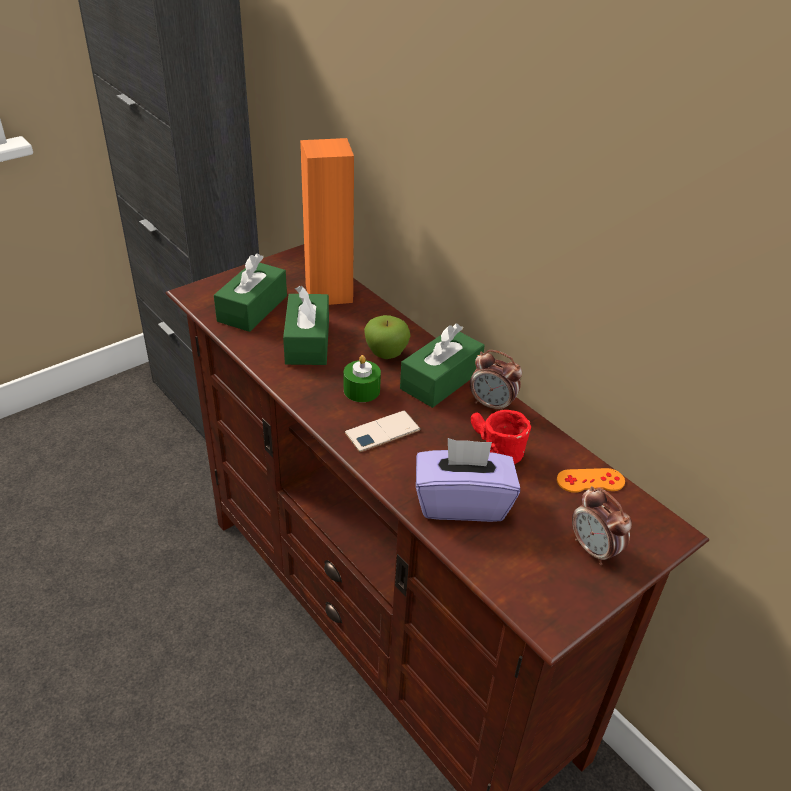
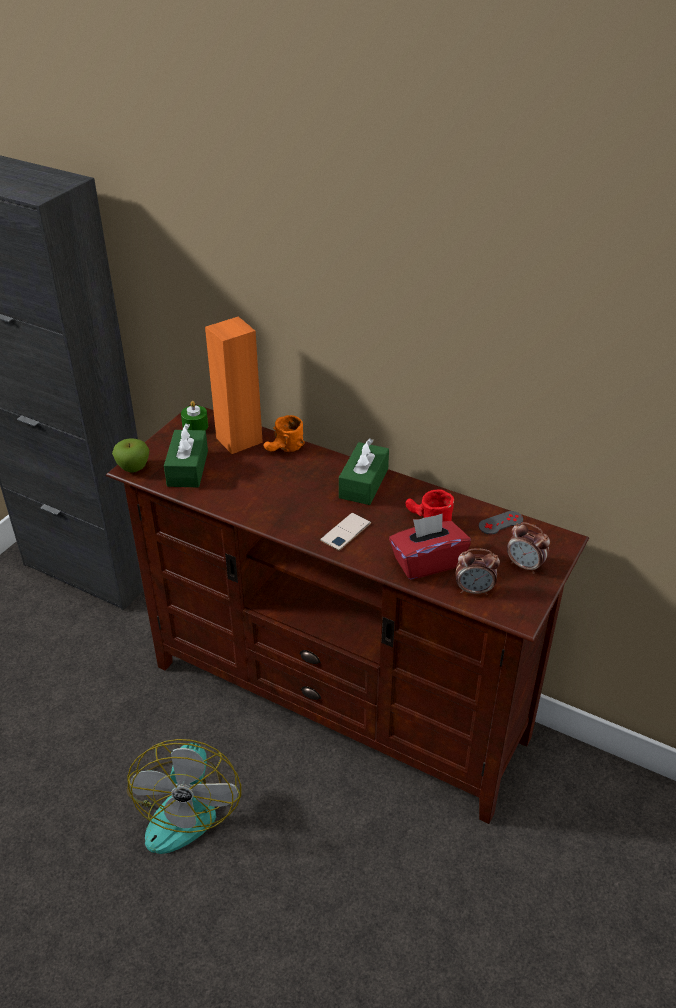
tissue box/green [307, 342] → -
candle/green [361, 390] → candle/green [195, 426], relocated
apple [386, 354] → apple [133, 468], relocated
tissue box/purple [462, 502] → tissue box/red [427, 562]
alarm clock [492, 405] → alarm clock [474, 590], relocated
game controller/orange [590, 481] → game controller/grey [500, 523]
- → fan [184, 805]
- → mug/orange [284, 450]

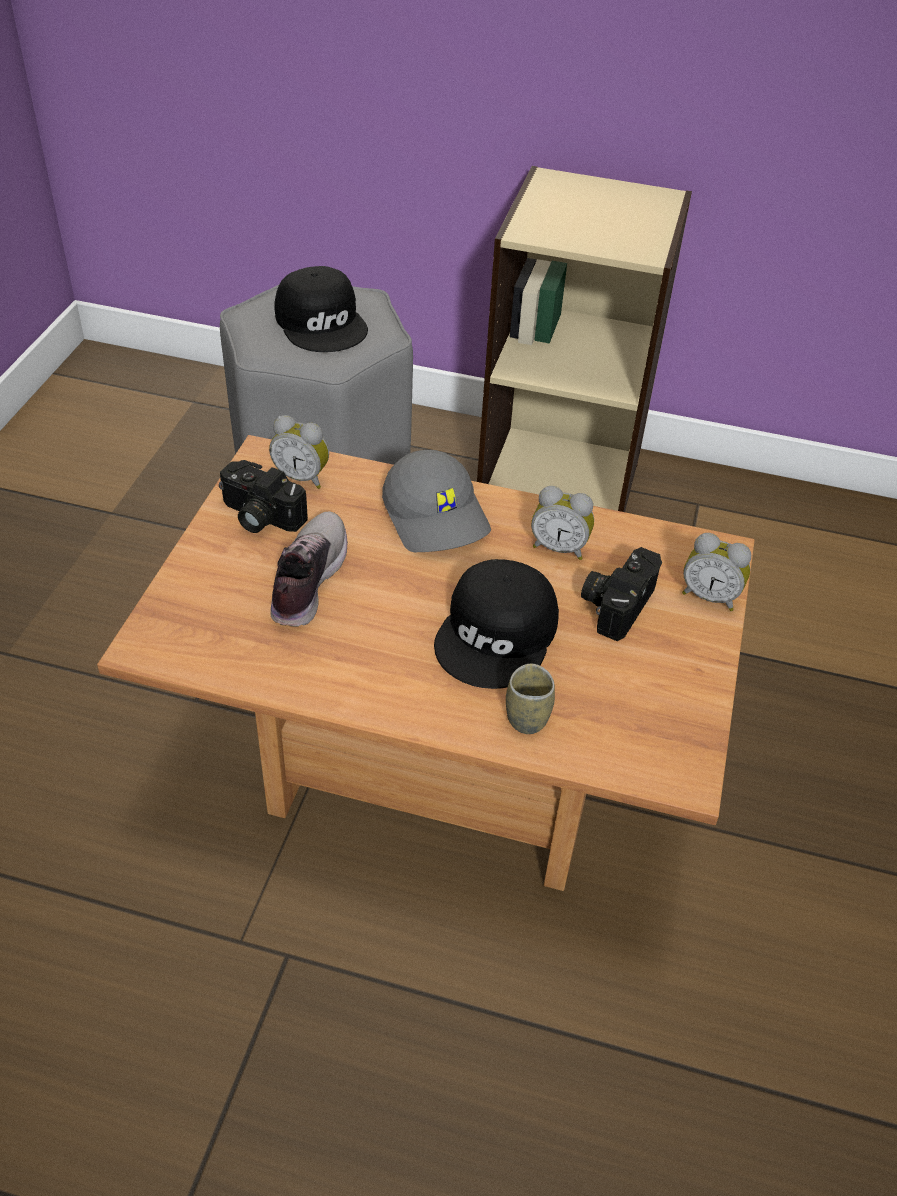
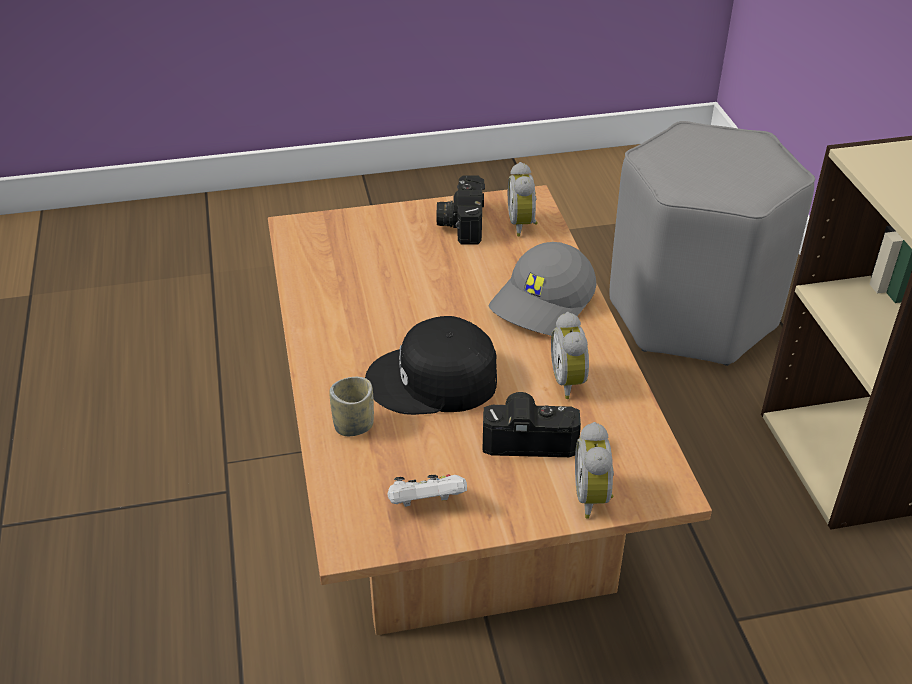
shoe [306, 580] → -
cap/black [322, 322] → -
- → game controller/white [426, 504]

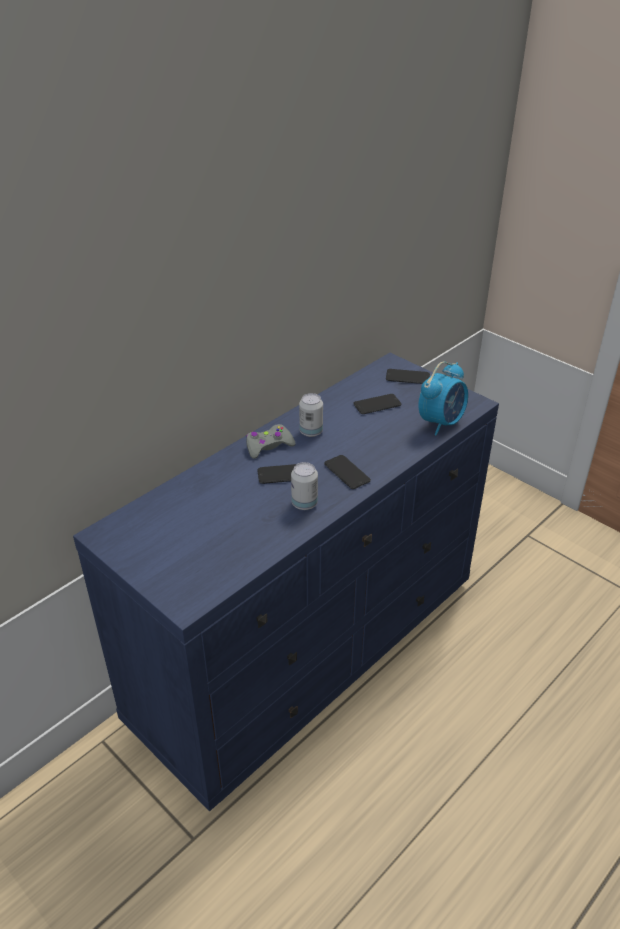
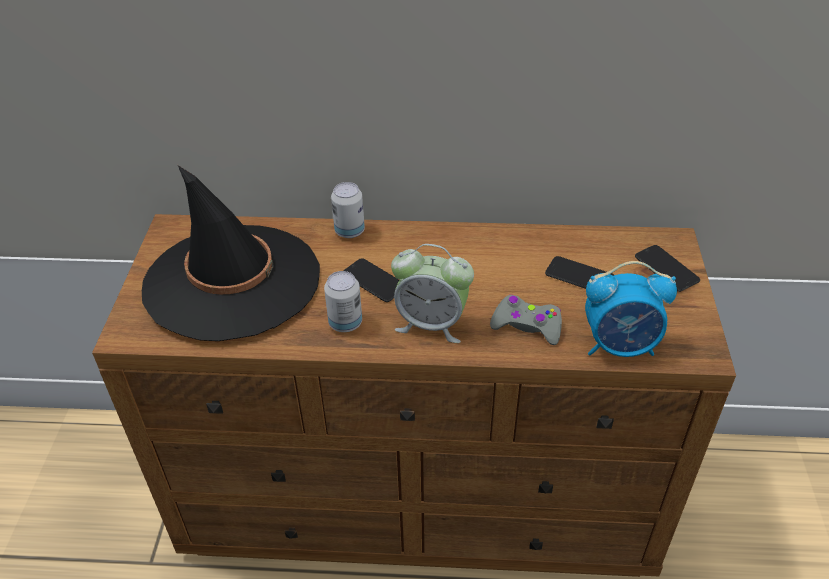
dresser/blue [310, 647] → dresser/brown [422, 498]
game controller/grey [268, 446] → game controller/grey [527, 325], relocated
can [311, 432] → can [349, 231], relocated
phone [347, 472] → alarm clock [431, 323]
- → hat/black [232, 281]

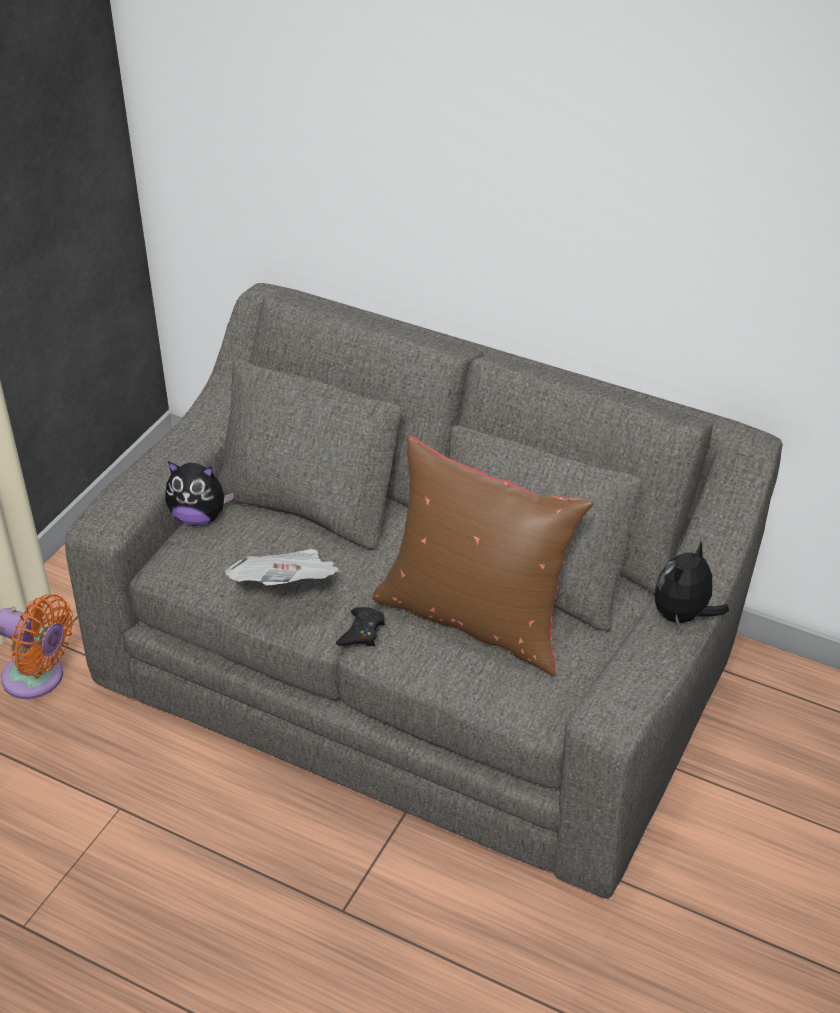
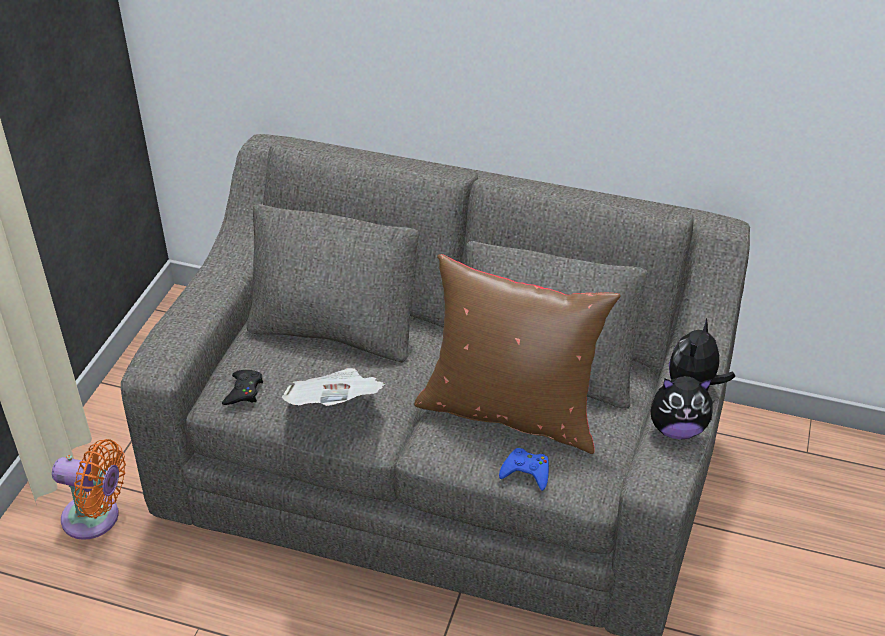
plush toy [199, 517] → plush toy [677, 429], relocated
game controller/black [362, 632] → game controller/black [244, 391], relocated
- → game controller/blue [526, 472]

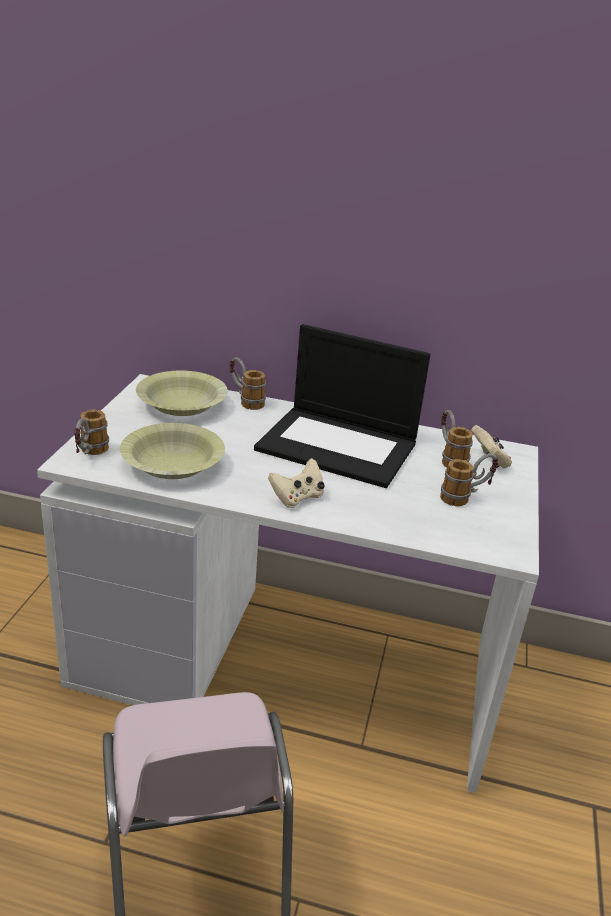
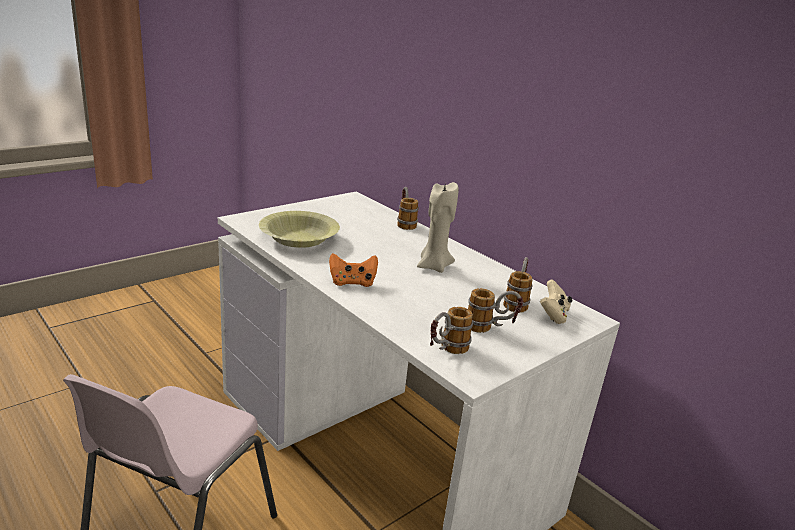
mug [89, 454] → mug [446, 351], relocated
bowl/yellow [182, 405] → -
laptop [339, 446] → candle/beige [433, 266]
game controller/beige [297, 498] → game controller/orange [352, 282]

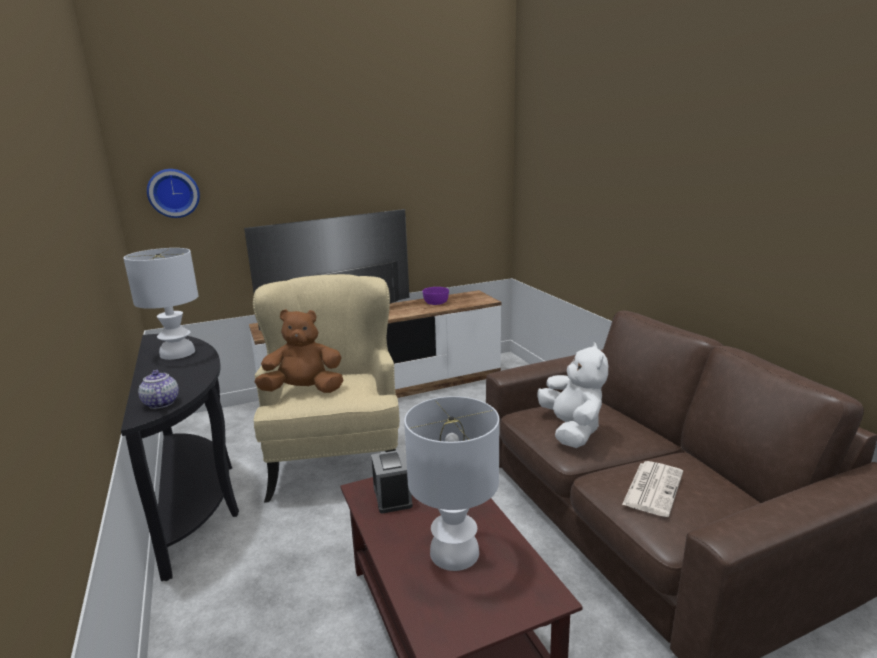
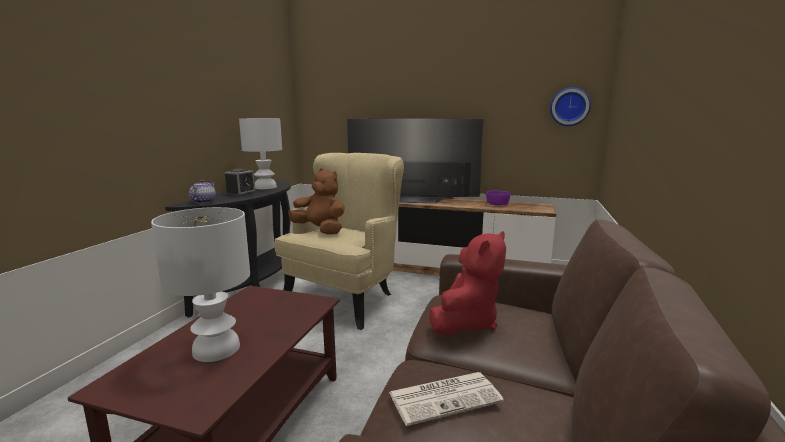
wall clock [173, 193] → wall clock [569, 107], relocated
alarm clock [392, 496] → alarm clock [241, 193], relocated
plush toy/white [571, 430] → plush toy/red [466, 322]

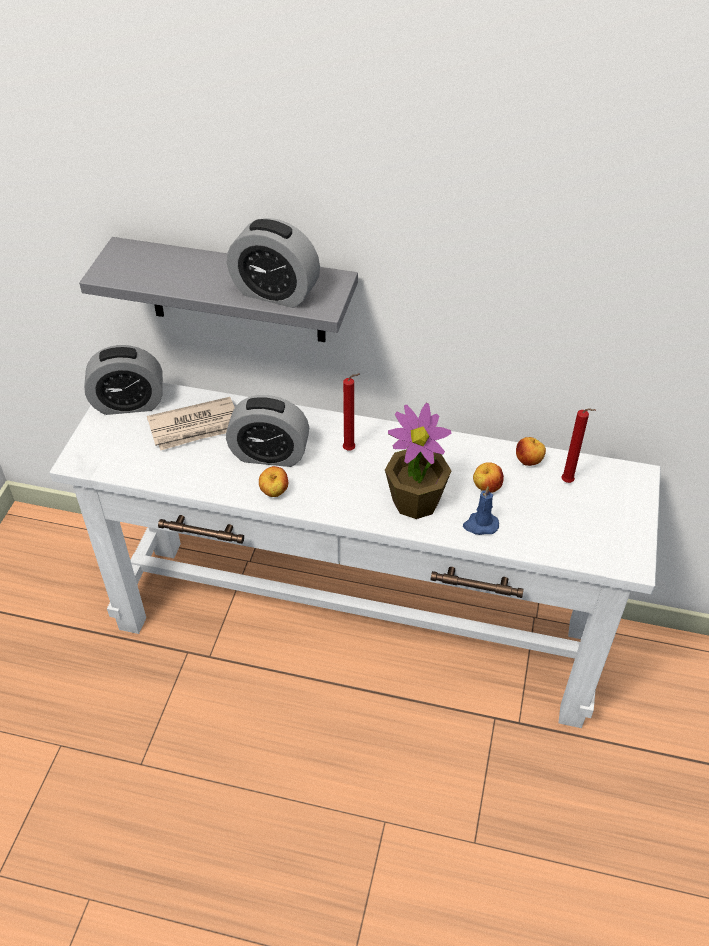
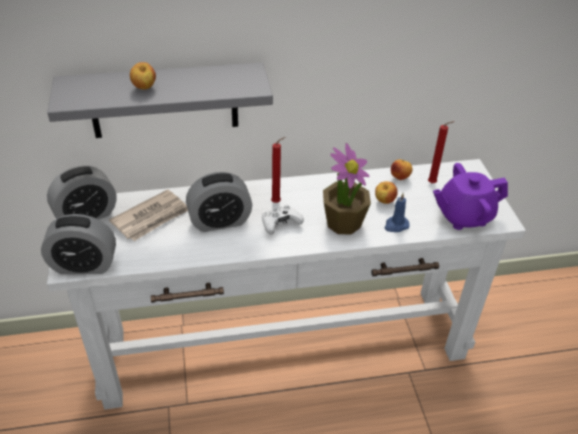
alarm clock [275, 293] → alarm clock [84, 265], relocated
apple [274, 493] → apple [144, 88], relocated
- → game controller/white [280, 224]
- → teapot/purple [463, 216]

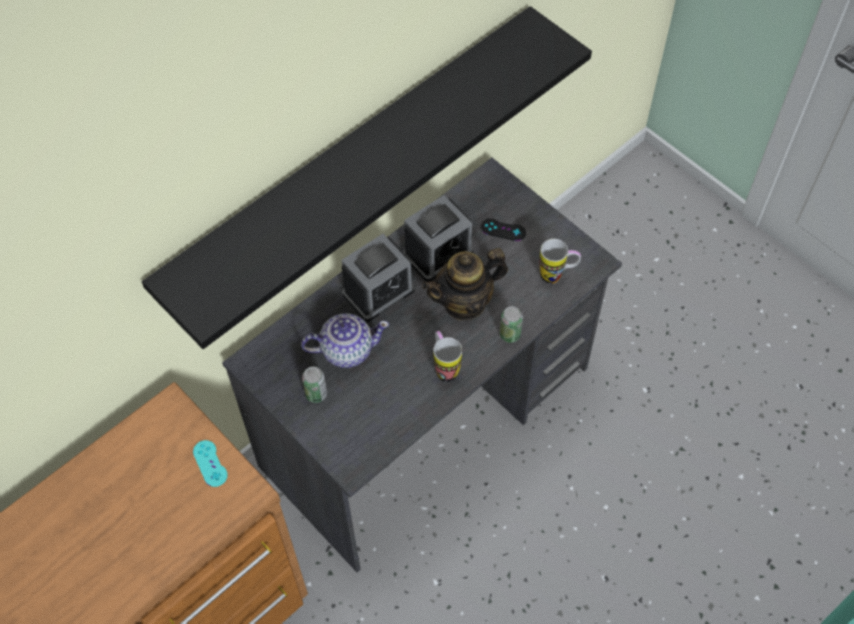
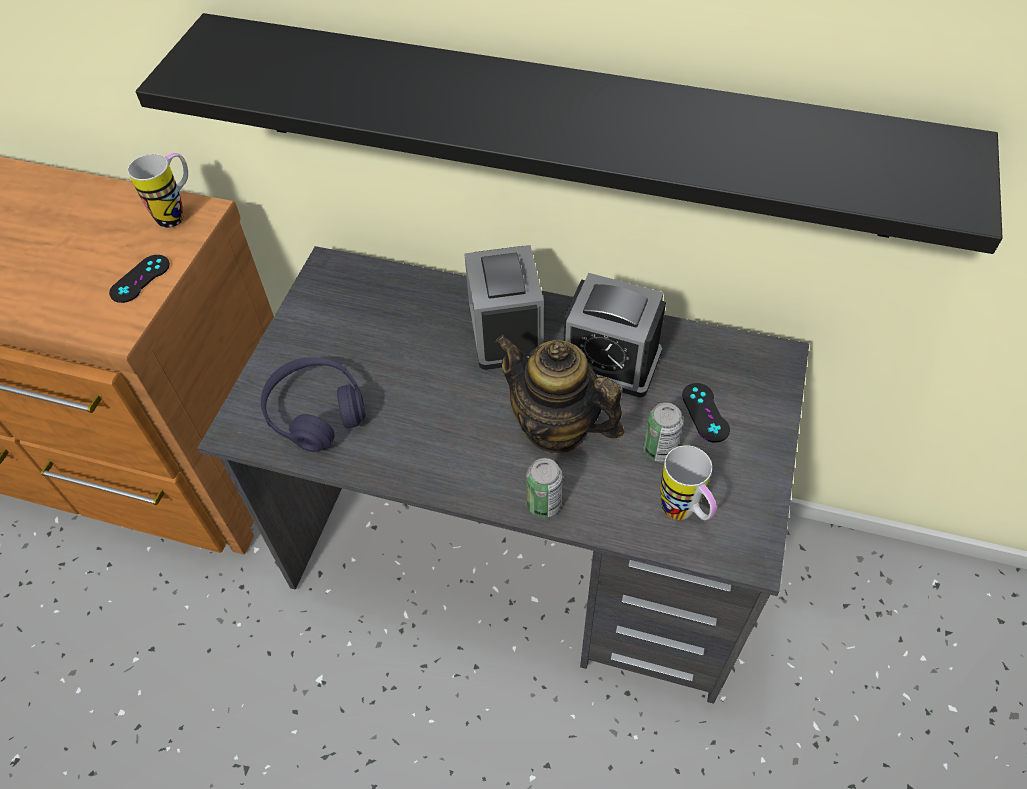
game controller/turquoise [210, 463] → game controller/black [140, 279]
teapot [346, 350] → -
can [316, 394] → can [659, 450], relocated
alarm clock [378, 292] → alarm clock [505, 331], 60 degrees clockwise
mug [444, 367] → mug [178, 213], relocated
- → headphones/purple [316, 412]

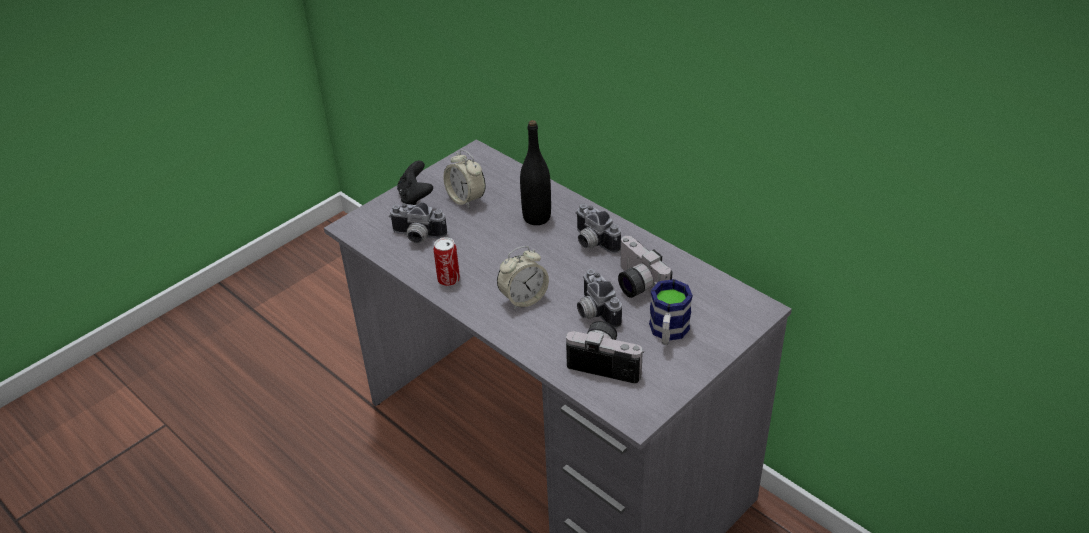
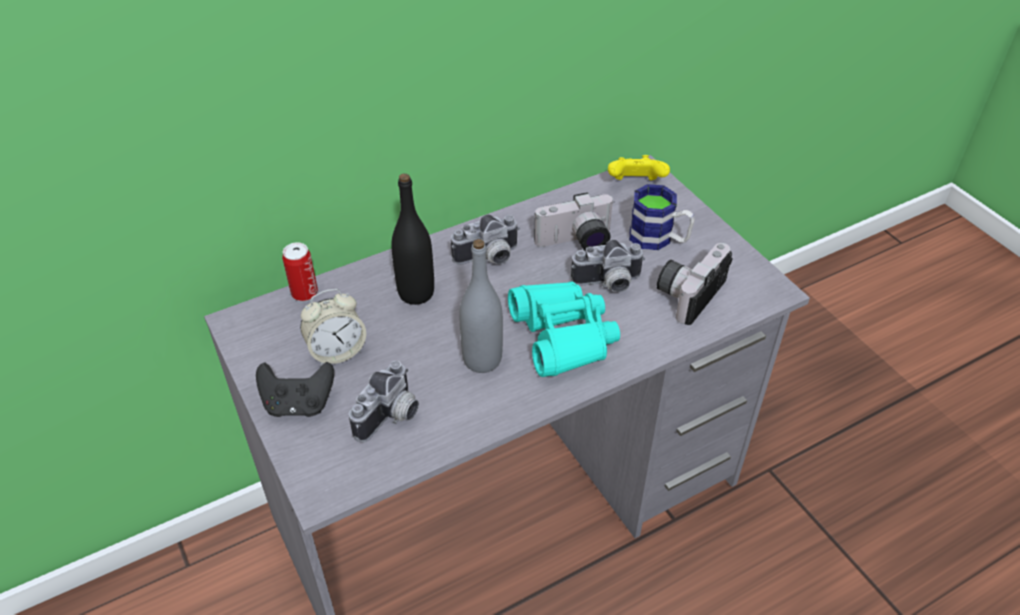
can [448, 280] → can [304, 293], relocated
alarm clock [523, 299] → binoculars/turquoise [563, 336]
- → bottle/grey [482, 359]
- → game controller/yellow [635, 184]

